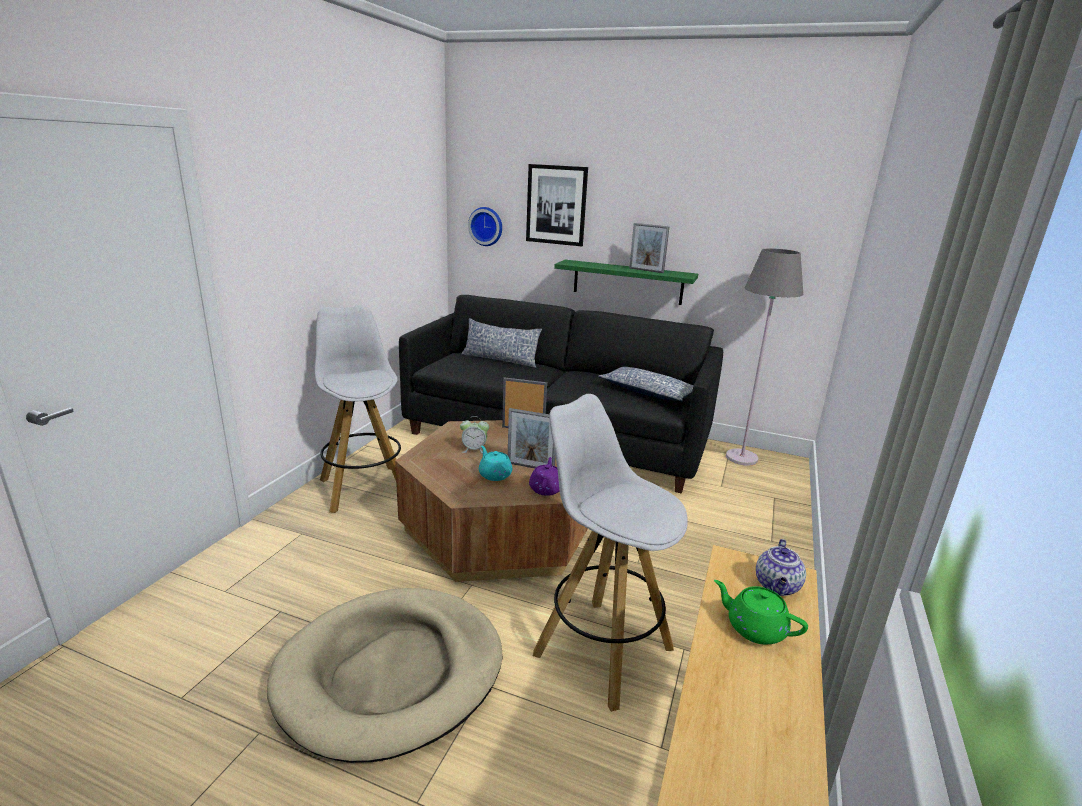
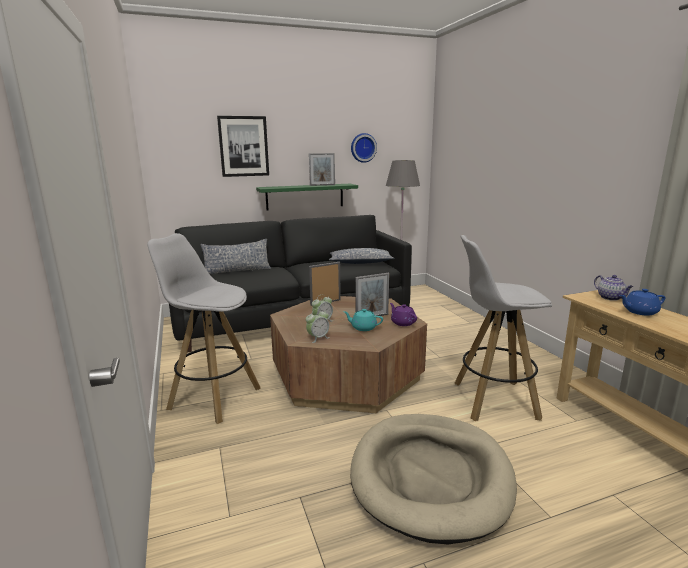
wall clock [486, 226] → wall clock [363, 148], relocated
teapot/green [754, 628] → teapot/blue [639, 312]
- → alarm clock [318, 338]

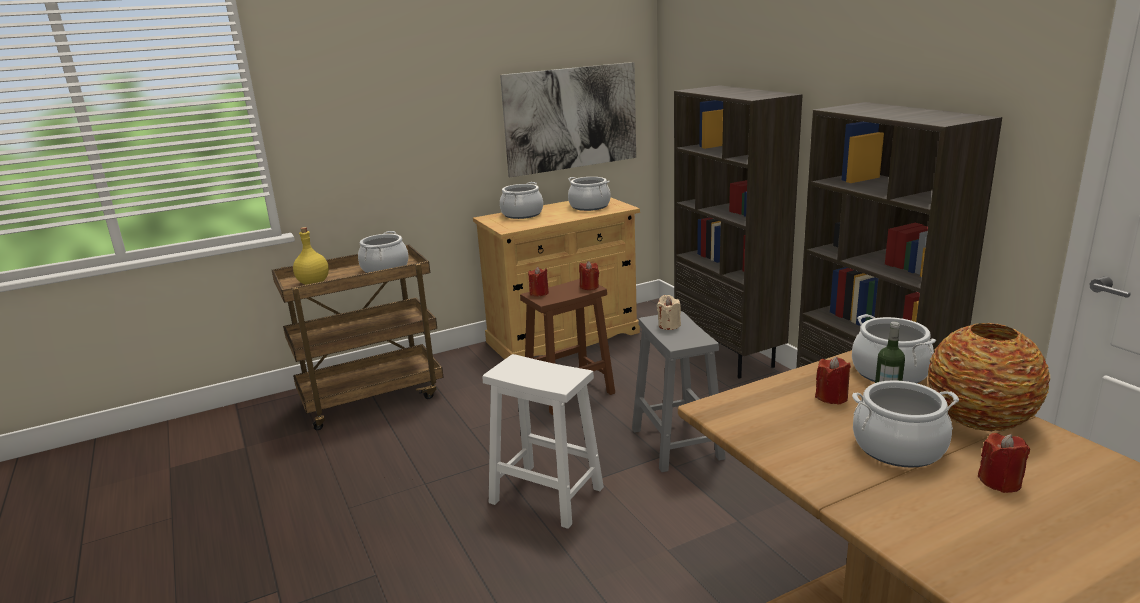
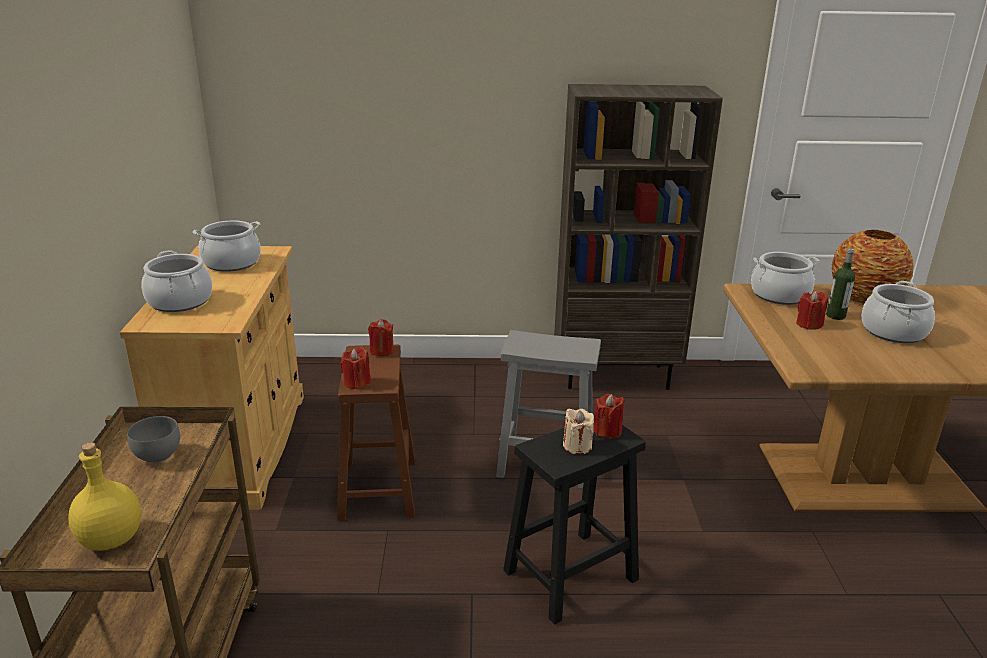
cooking pot [385, 268] → bowl/grey [159, 455]
stool/white [544, 495] → stool/black [569, 576]
picture [571, 118] → -
candle/beige [669, 325] → candle/beige [577, 446], relocated
bookcase/brown [729, 355] → -
candle/red [1000, 482] → candle/red [607, 431], relocated

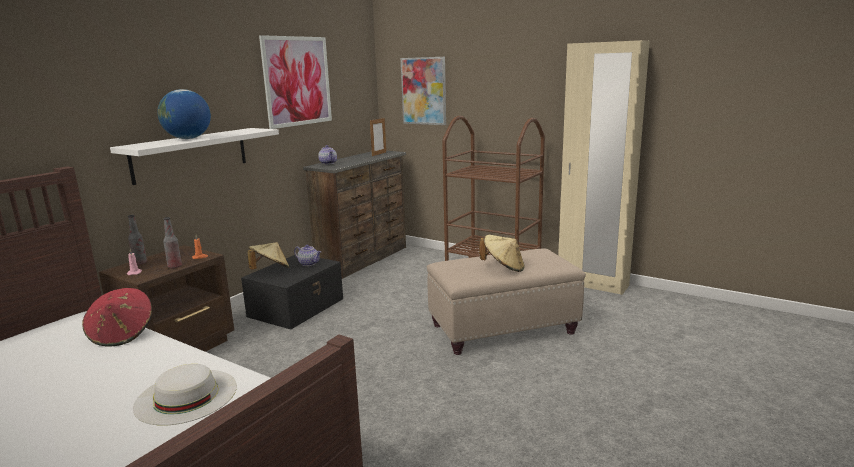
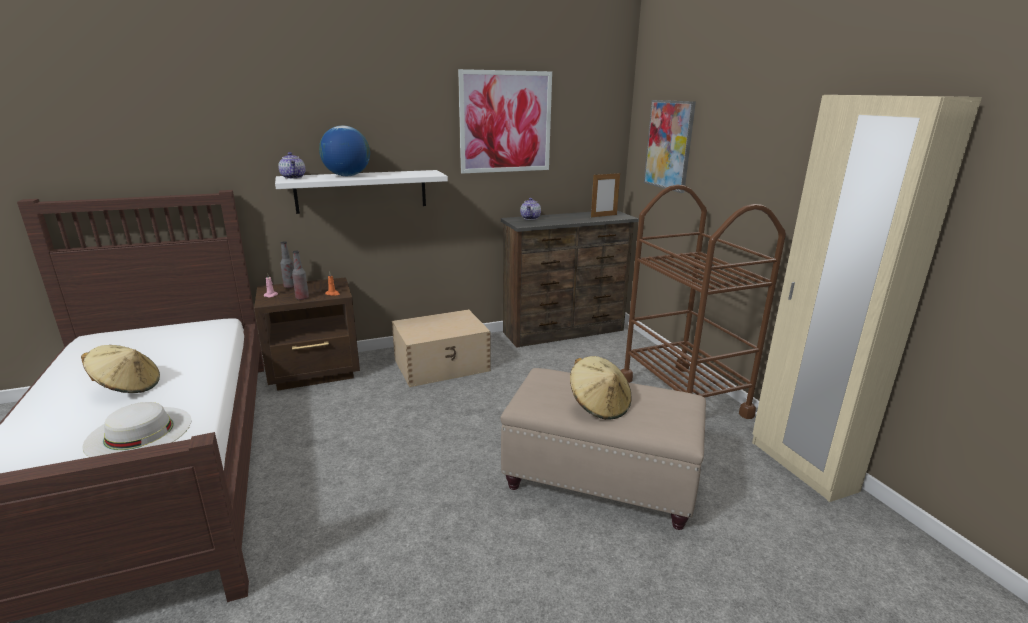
hat/red [122, 334] → -
storage box/black [297, 307] → storage box/beige [442, 365]
hat/beige [270, 270] → hat/beige [128, 387], relocated
teapot [309, 263] → teapot [294, 177], relocated

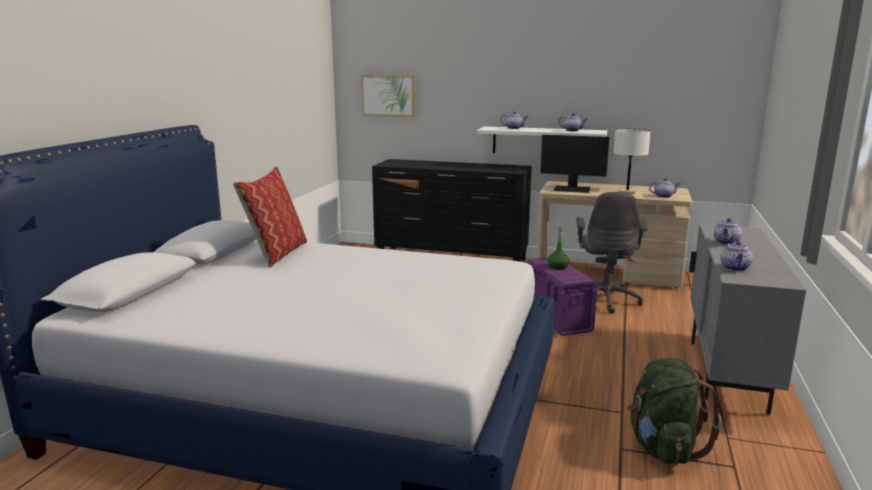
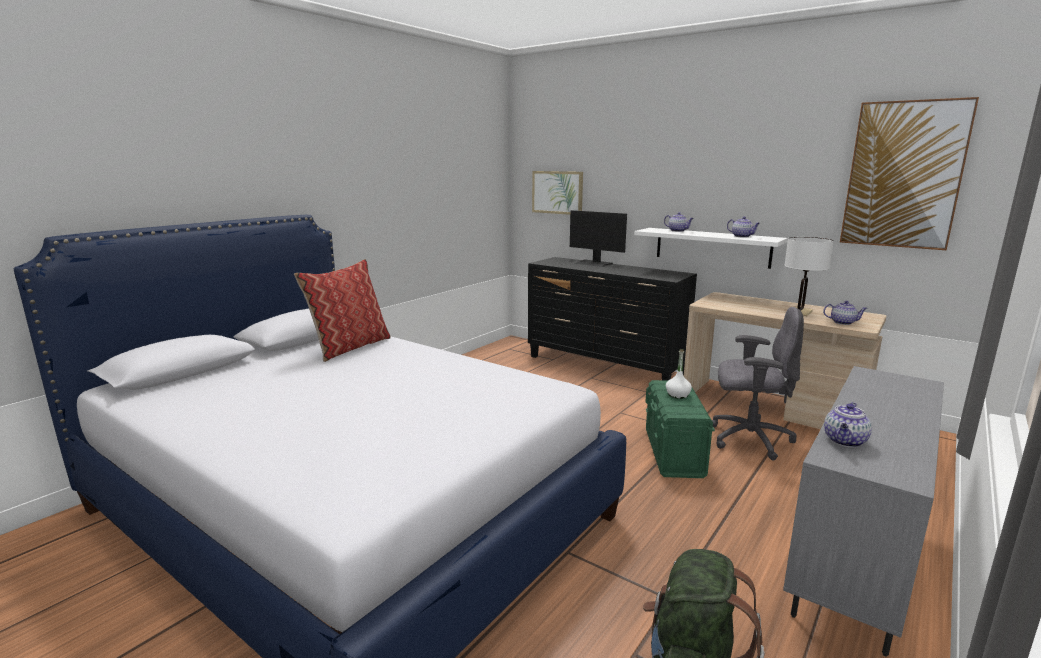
storage box/purple [557, 318] → storage box/green [673, 453]
monitor [572, 189] → monitor [594, 263], relocated
bottle/green [558, 267] → bottle/white [677, 395]
office chair/grey [605, 299] → office chair/grey [748, 439], 105 degrees counterclockwise
teapot [726, 242] → -
- → picture [904, 175]

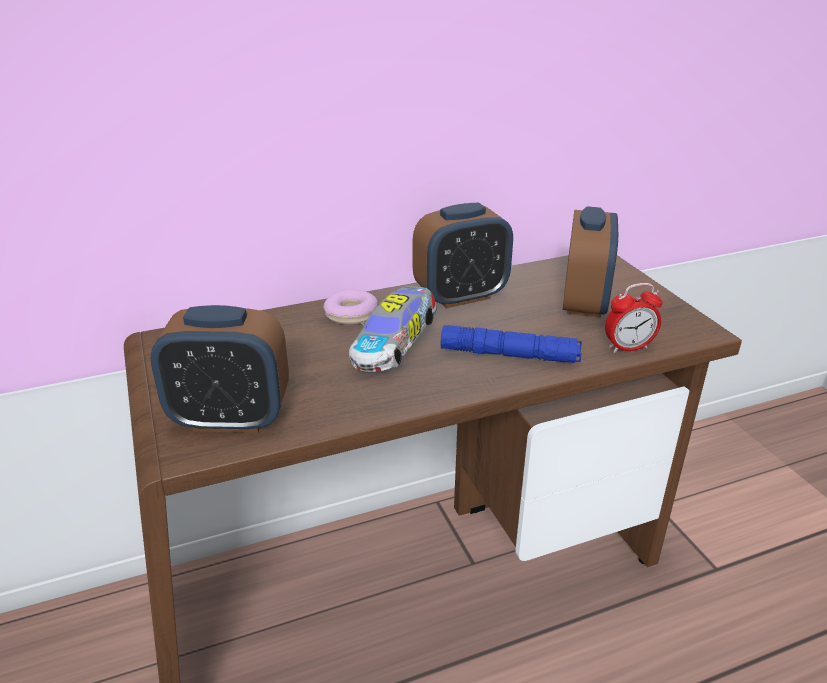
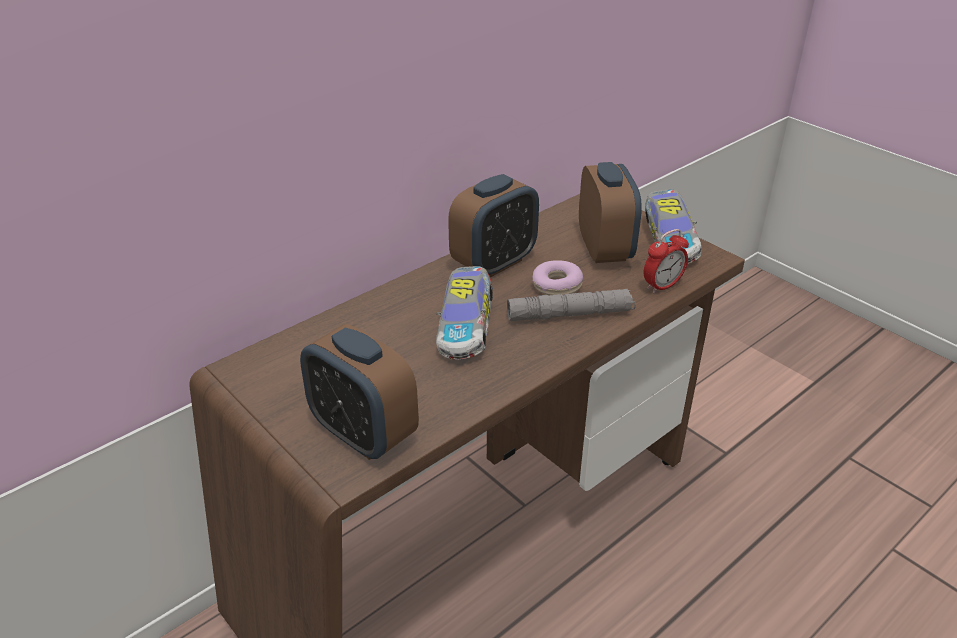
alarm clock [230, 418] → alarm clock [363, 434], 60 degrees clockwise
donut [351, 315] → donut [556, 285], relocated
flashlight/blue [509, 355] → flashlight/grey [570, 314]
- → toy car [668, 241]

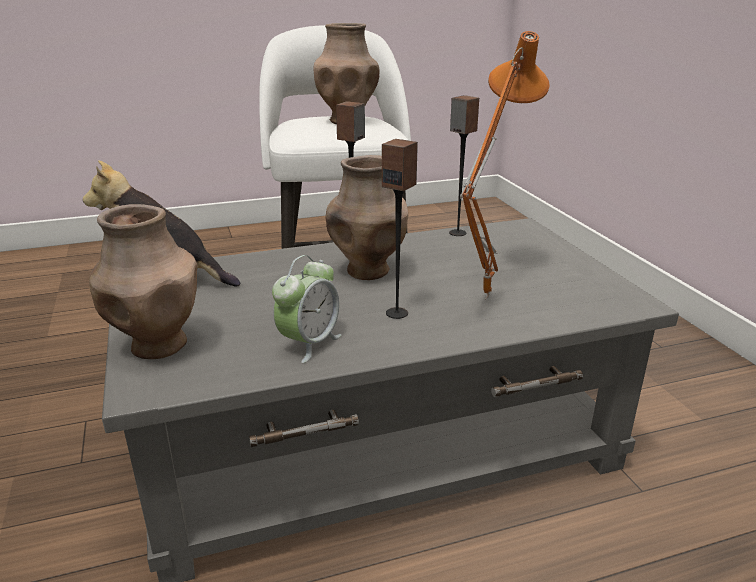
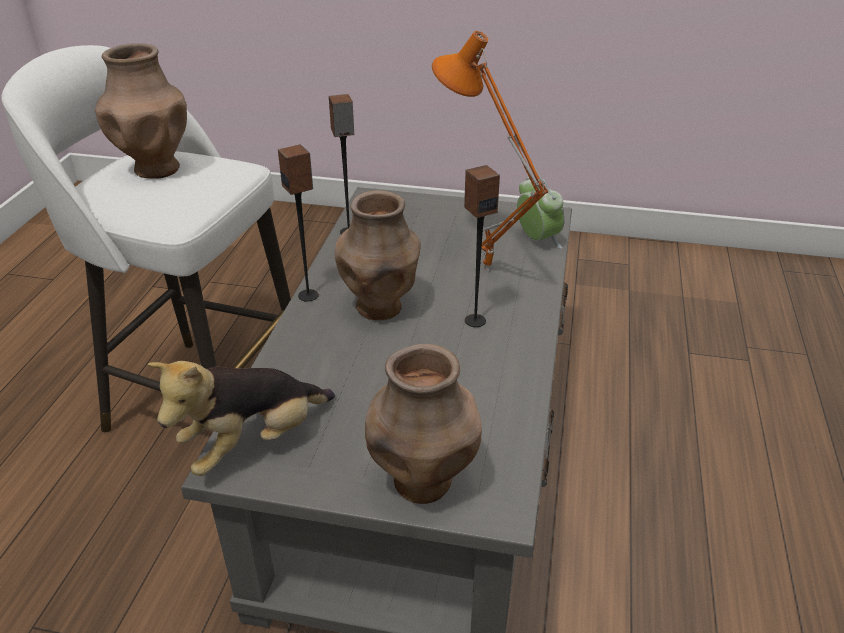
alarm clock [309, 343] → alarm clock [537, 240], relocated

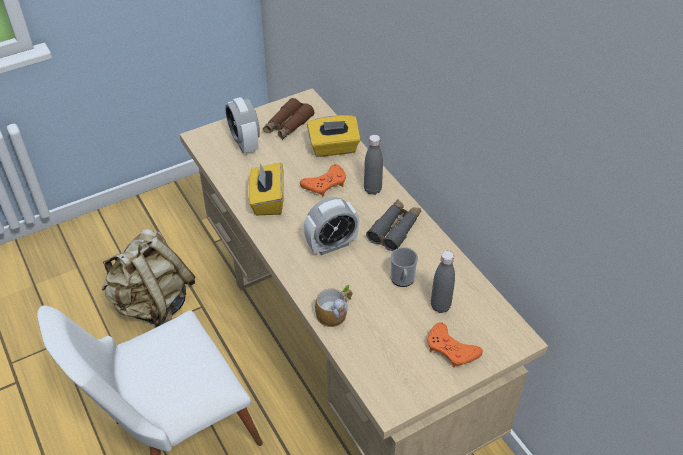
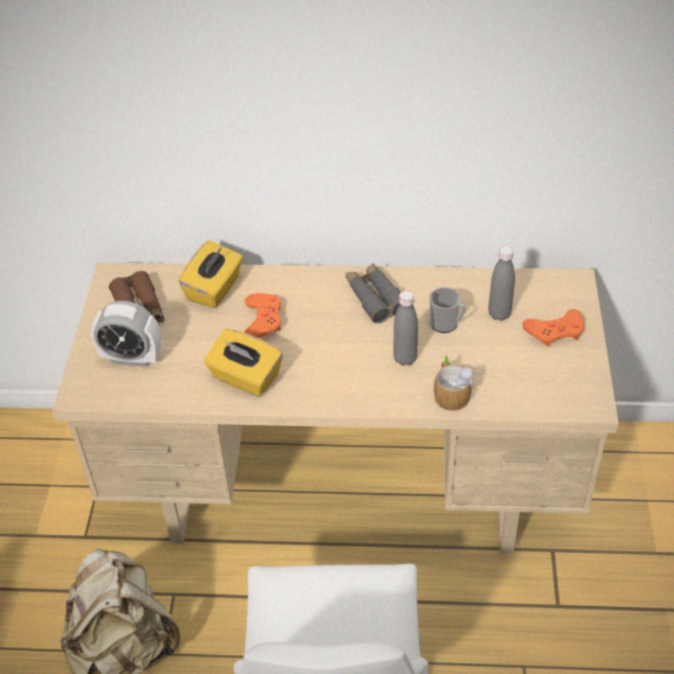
alarm clock [331, 245] → -
bottle/grey [372, 189] → bottle/grey [405, 358], relocated

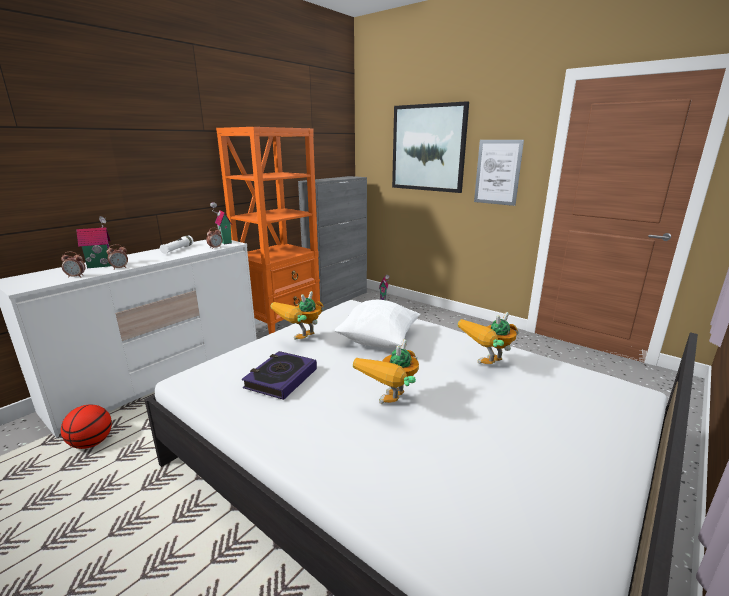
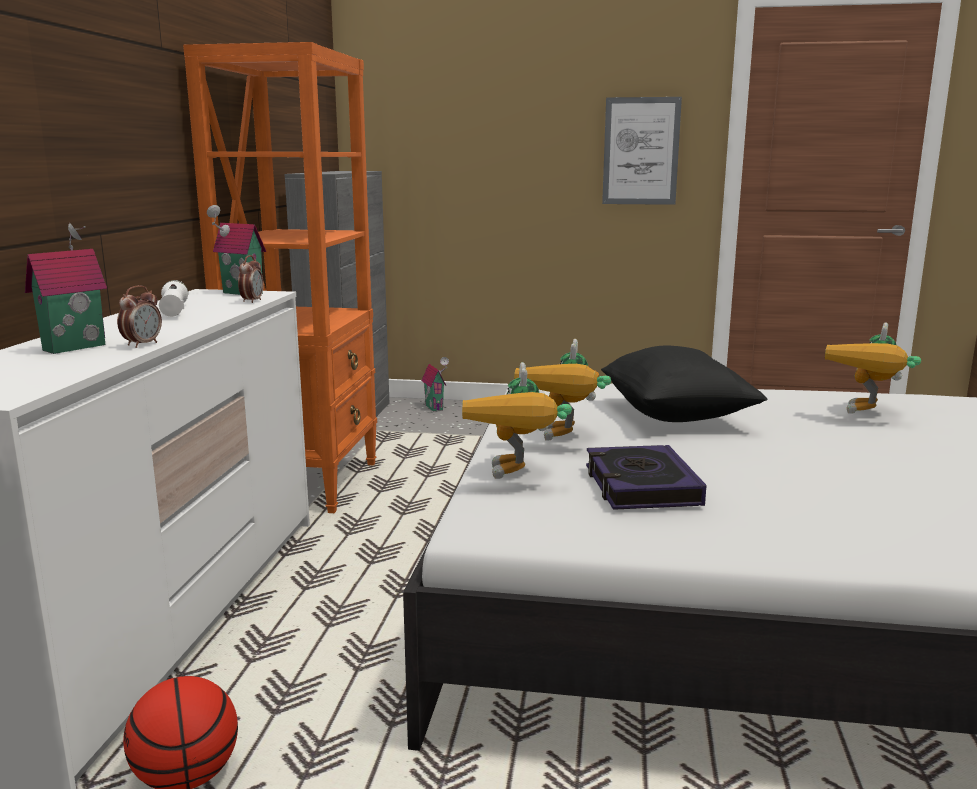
alarm clock [76, 276] → -
pillow/white [379, 340] → pillow/black [675, 417]
toy robot [391, 406] → toy robot [517, 478], relocated
picture [428, 148] → -

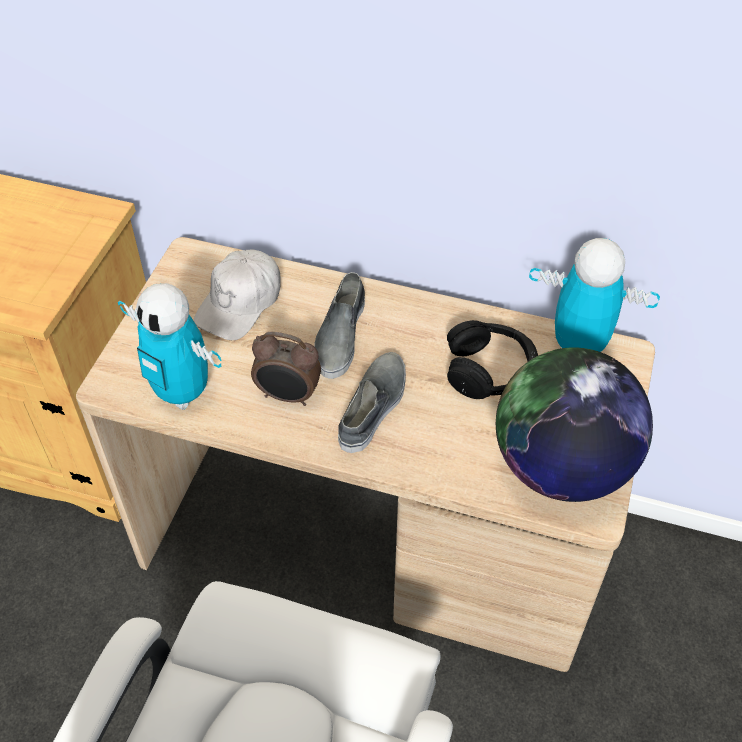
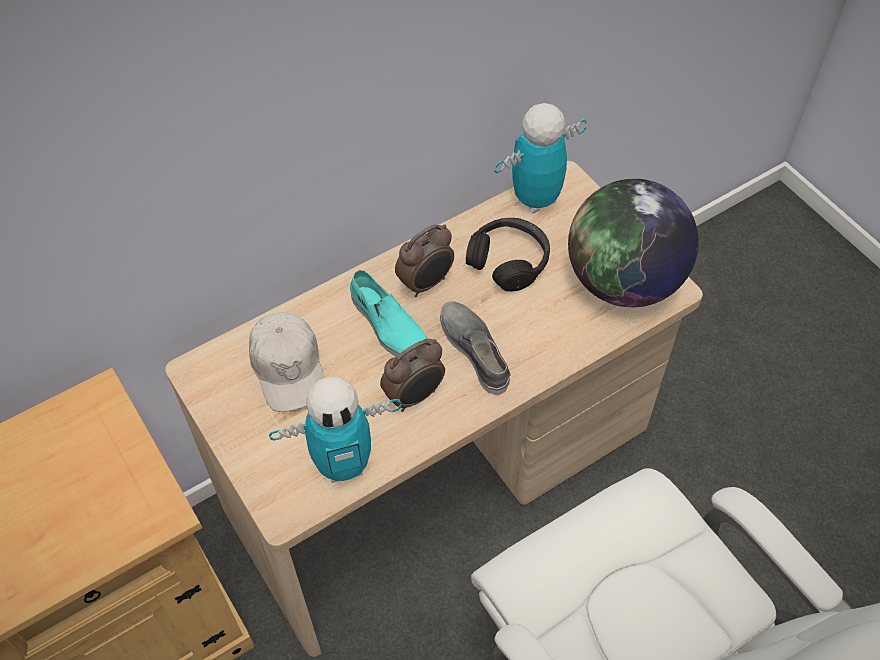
shoe/grey [340, 336] → shoe/turquoise [388, 325]
- → alarm clock [426, 283]

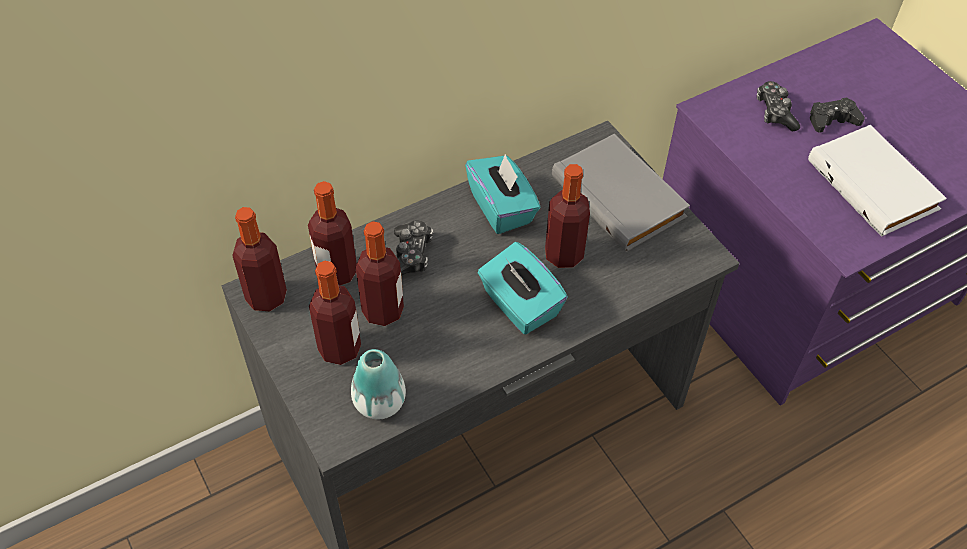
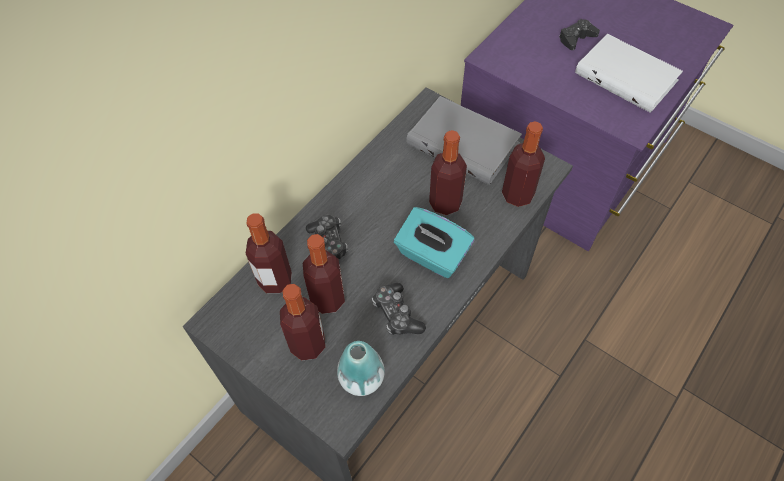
bottle [266, 297] → bottle [517, 195], relocated
tissue box/turquoise [502, 208] → -
game controller [775, 112] → game controller [396, 314], relocated

